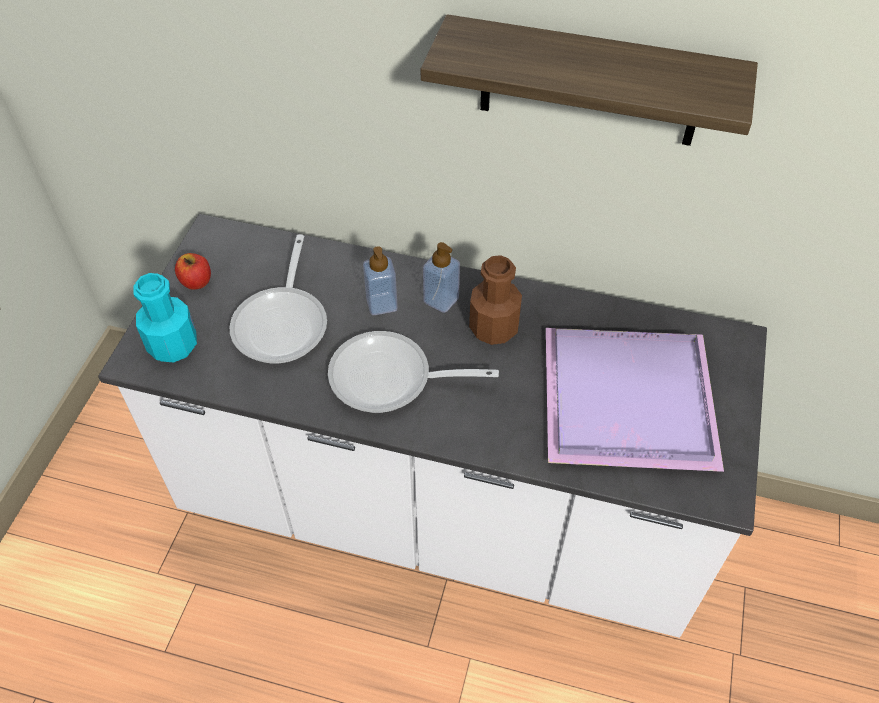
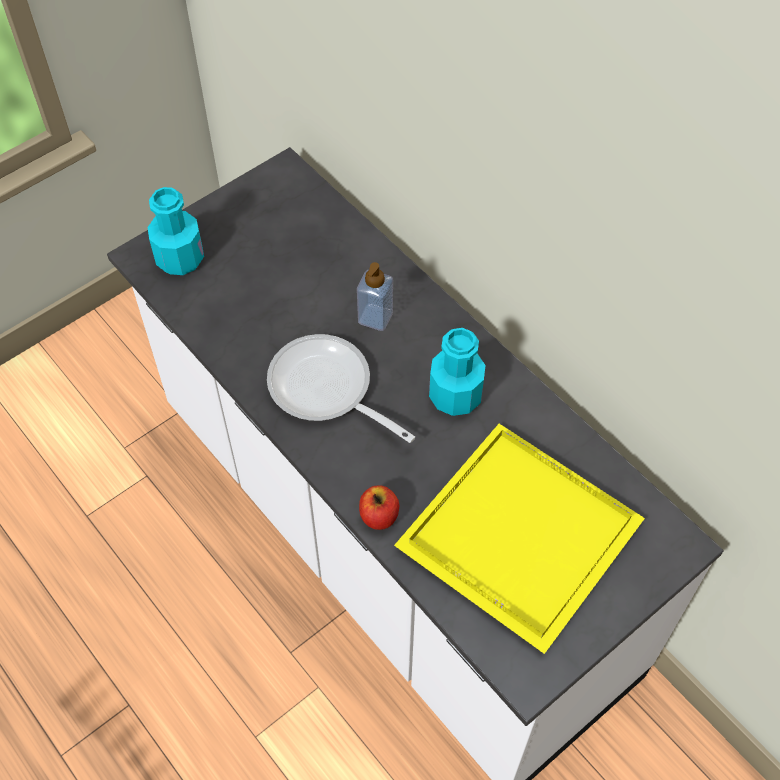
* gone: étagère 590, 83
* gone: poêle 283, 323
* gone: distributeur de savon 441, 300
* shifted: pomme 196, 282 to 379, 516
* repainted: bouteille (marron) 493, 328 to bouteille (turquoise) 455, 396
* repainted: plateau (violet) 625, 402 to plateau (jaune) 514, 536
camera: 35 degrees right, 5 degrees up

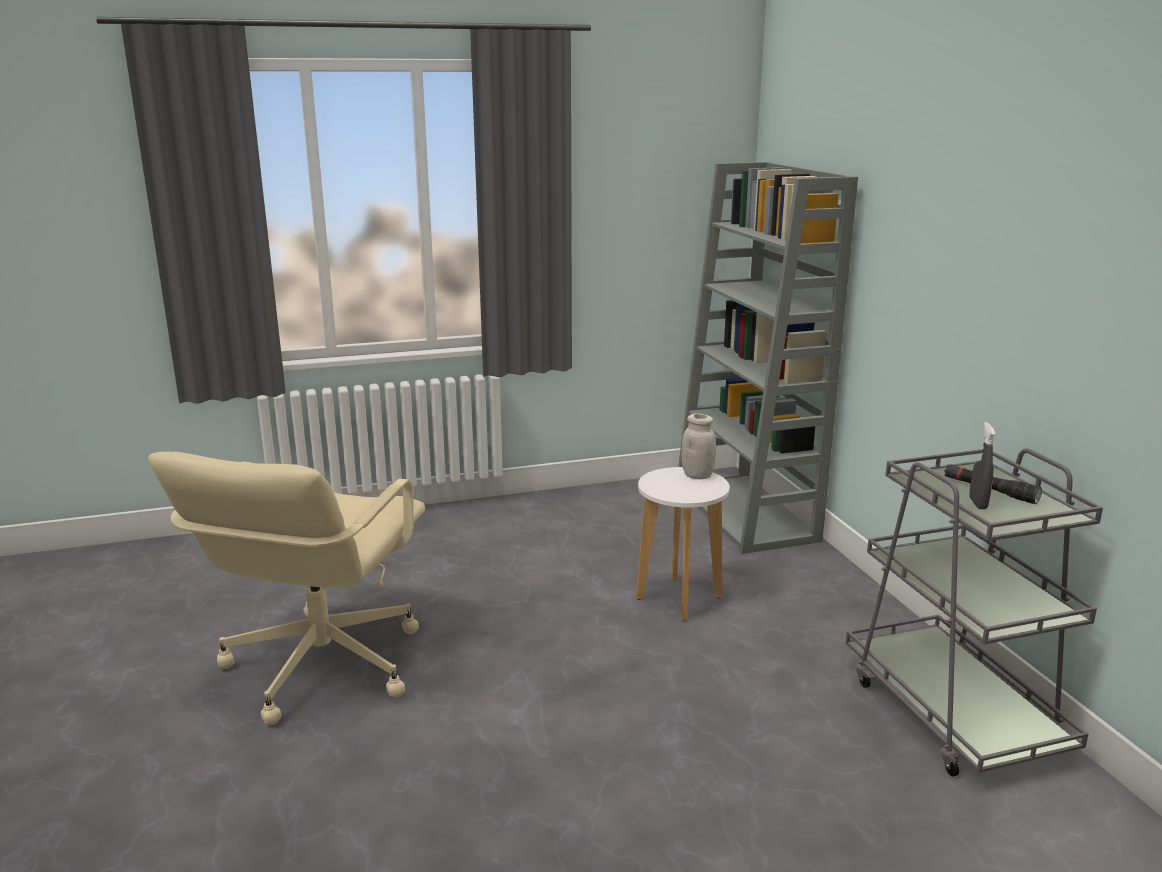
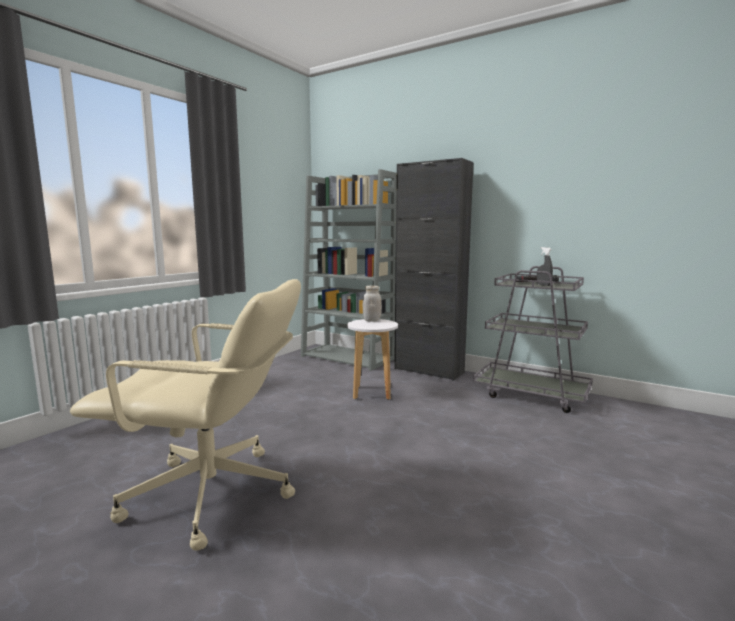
* rotated: chaise de bureau (beige) 320, 665 = 212, 495 60 degrees counterclockwise
* new: meuble de rangement (noir) 429, 370
camera: 40 degrees left, 10 degrees down

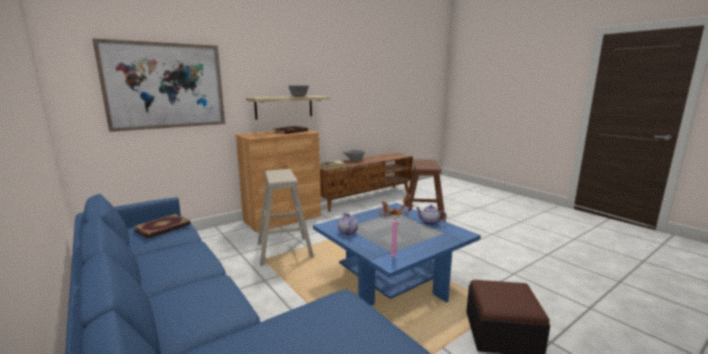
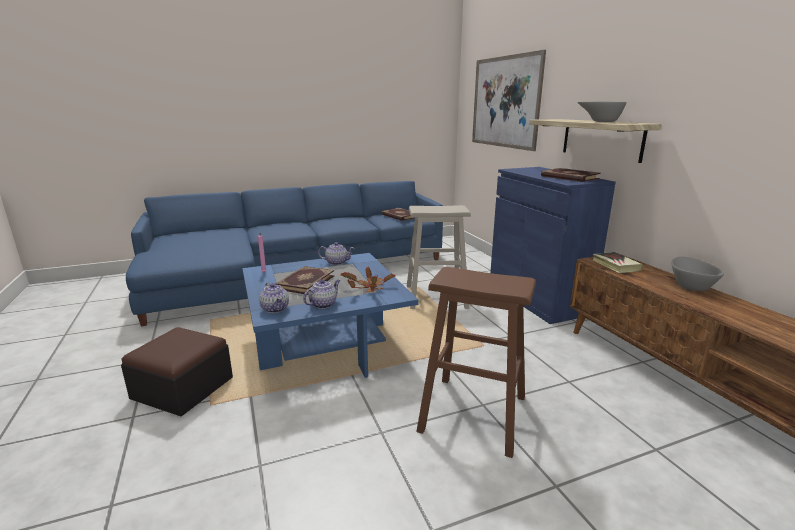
* repainted: meuble de rangement (marron) 282, 218 to meuble de rangement (bleu) 537, 298
* new: livre 304, 282
* new: théière 275, 309
camera: 105 degrees right, 5 degrees up

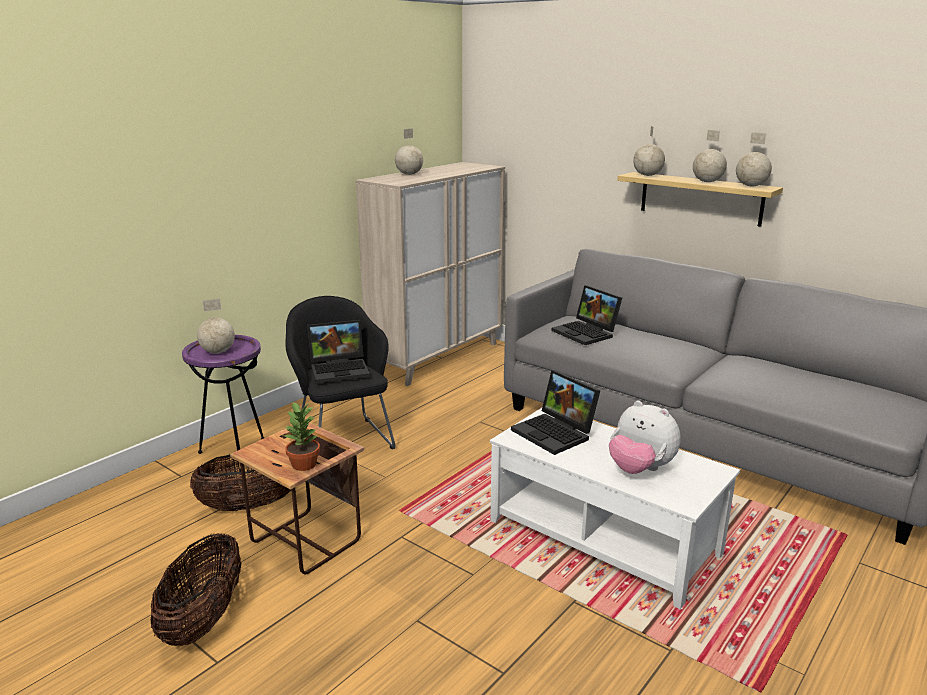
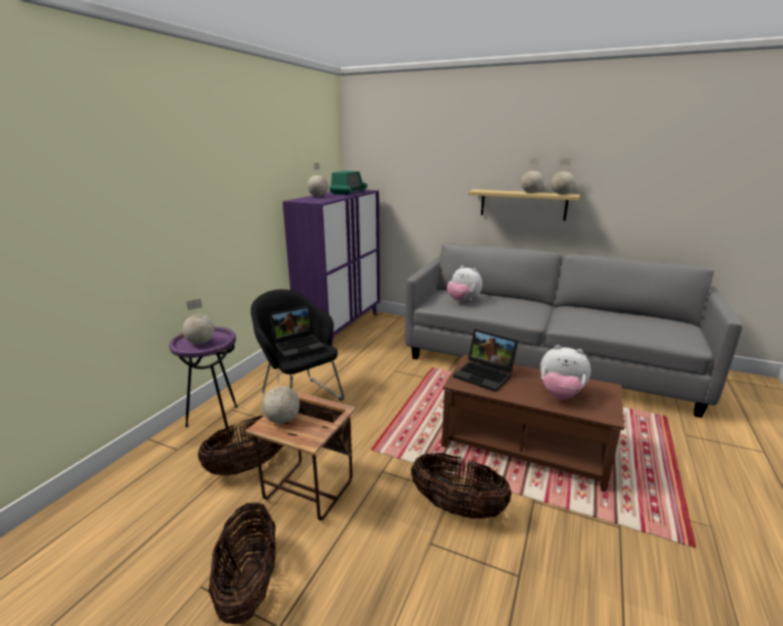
* shifted: globe 647, 175 to 283, 419
* repainted: meuble de rangement (beige) 437, 358 to meuble de rangement (violet) 341, 328
* swapped: ordinateur portable 587, 333 to peluche 463, 300
* gone: plante en pot 304, 465
* repainted: table basse (blanc) 604, 537 to table basse (marron) 524, 444
* new: radio 348, 192
* new: panier 457, 507
camera: 15 degrees left, 0 degrees up

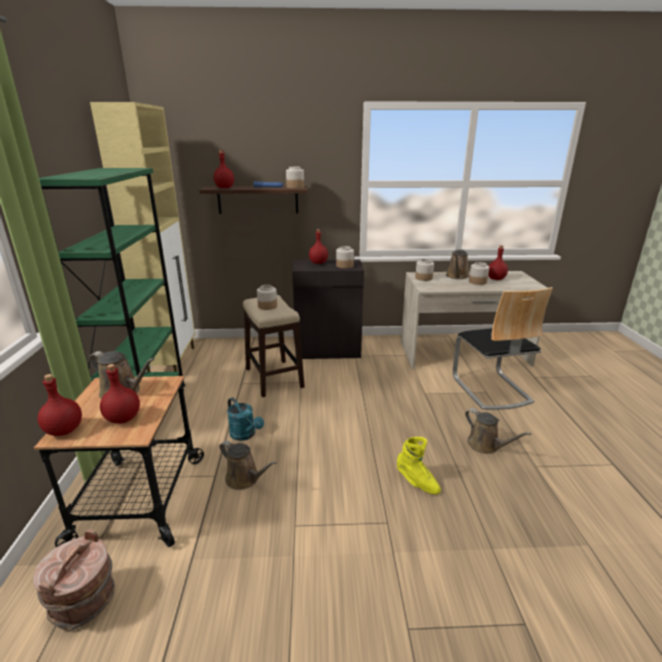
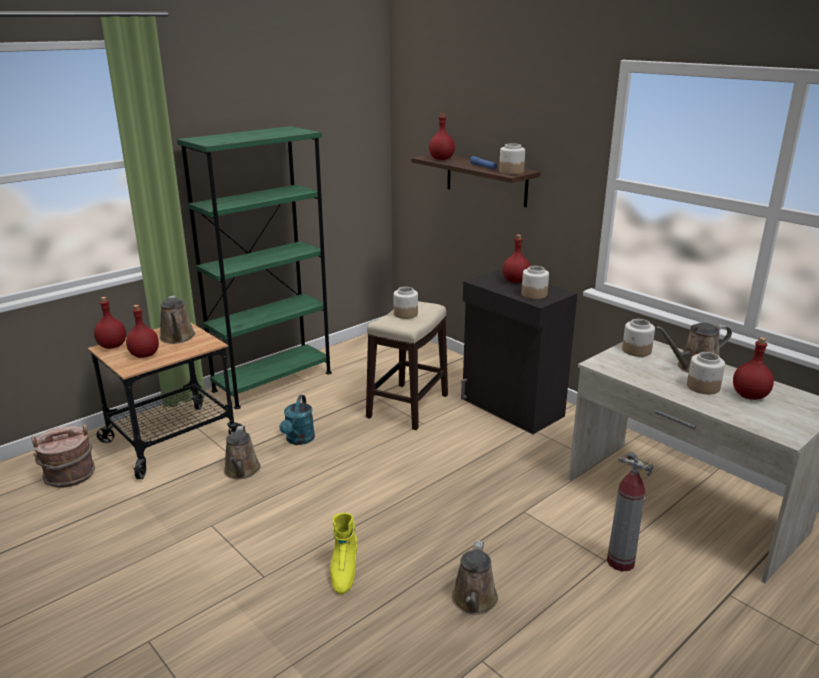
* gone: meuble de rangement (beige) 173, 362
* swapped: chaise 490, 389 to extincteur 620, 562
camera: 50 degrees right, 0 degrees up

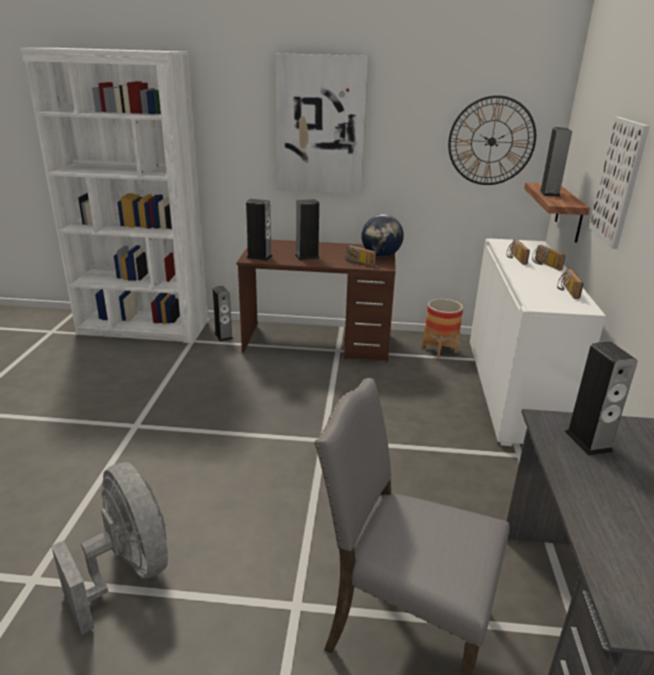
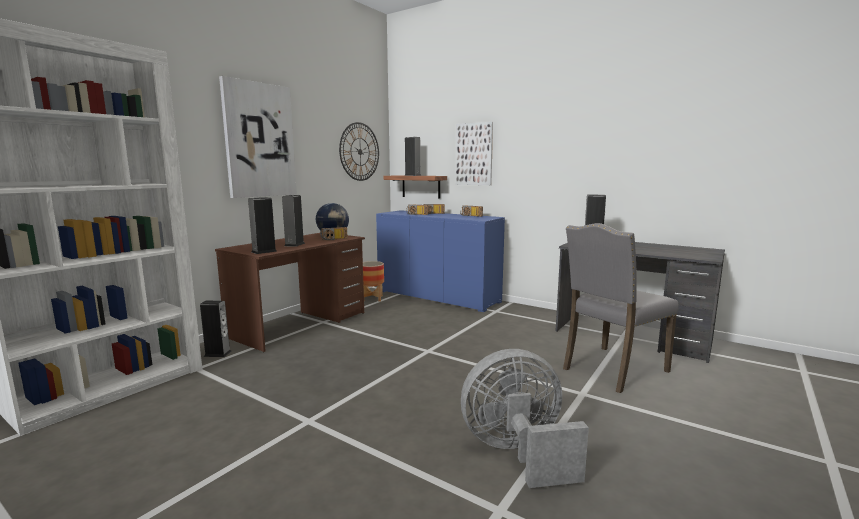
* repainted: meuble de rangement (blanc) 512, 389 to meuble de rangement (bleu) 437, 296
camera: 60 degrees left, 15 degrees down

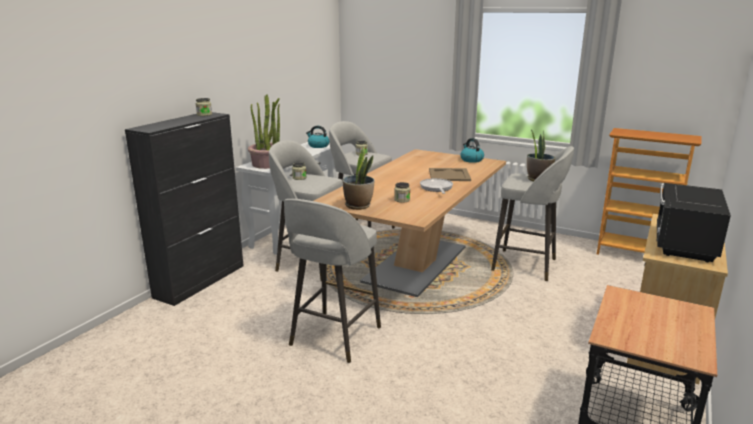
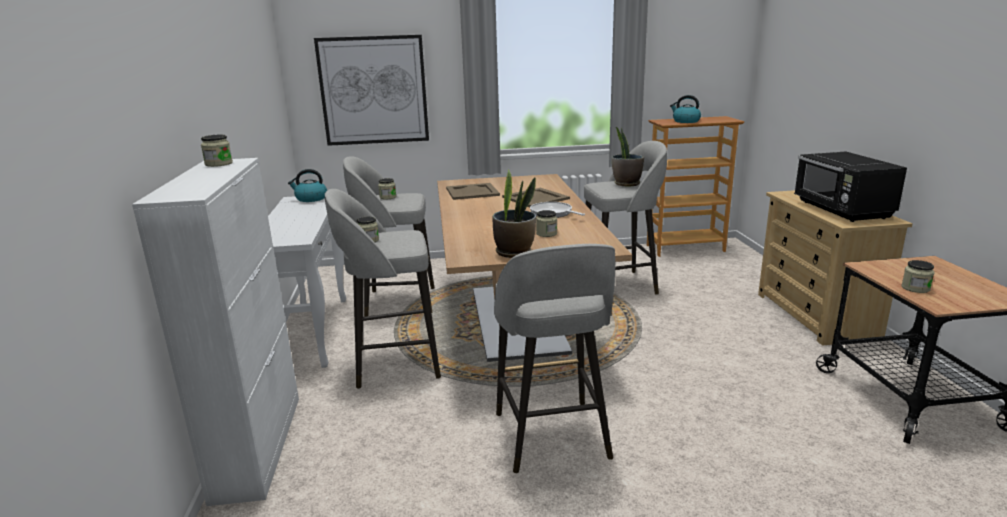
* gone: plante en pot 268, 164
* repainted: meuble de rangement (noir) 200, 281 to meuble de rangement (blanc) 259, 445
* shifted: bouilloire 471, 160 to 685, 121
* new: tableau 373, 90
* new: plateau (beige) 472, 192
* new: bocal 915, 288
camera: 35 degrees left, 0 degrees up

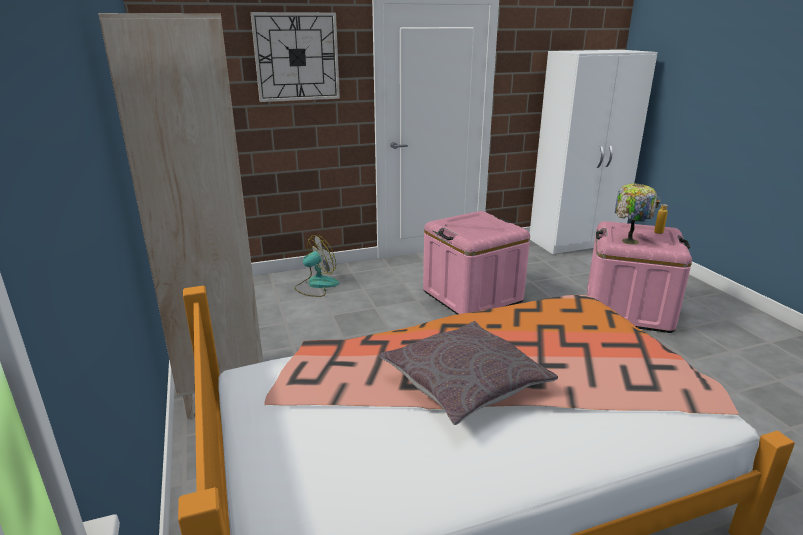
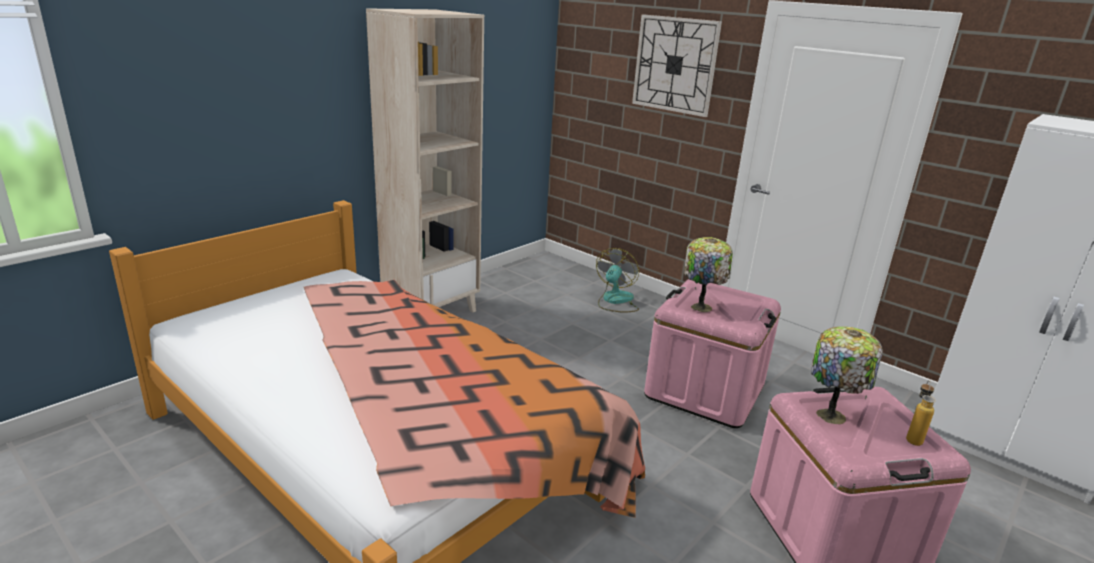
* rotated: ventilateur 316, 285 = 615, 301 90 degrees counterclockwise
* gone: coussin (gris) 465, 382
* new: lampe de table 701, 306
camera: 60 degrees right, 0 degrees up

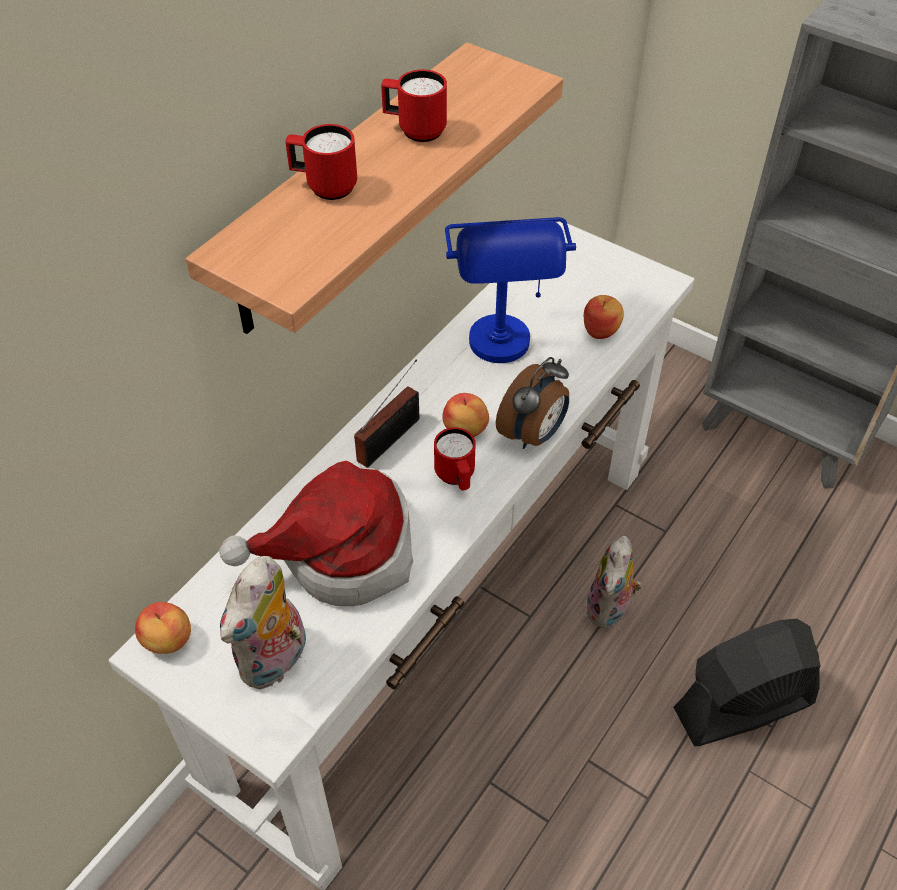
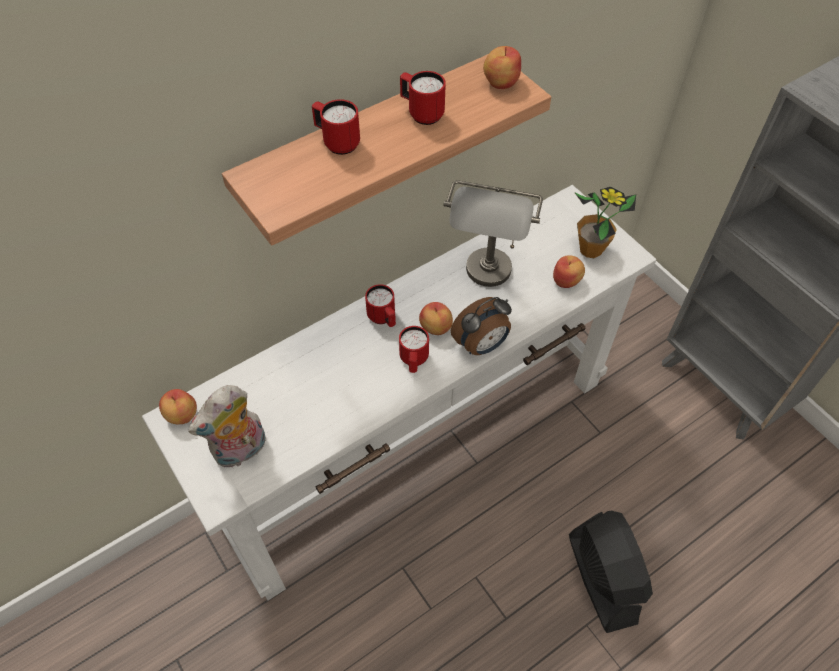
* repainted: lampe de table (bleu) 504, 357 to lampe de table (gris) 487, 281
* swapped: radio 392, 437 to mug (rouge) 383, 319
* gone: chapeau 340, 553
* gone: peluche 610, 609
* rotated: ventilateur (noir) 742, 706 = 601, 578 75 degrees clockwise
* new: pomme 500, 82
* new: plante en pot 590, 249
camera: 20 degrees right, 5 degrees up

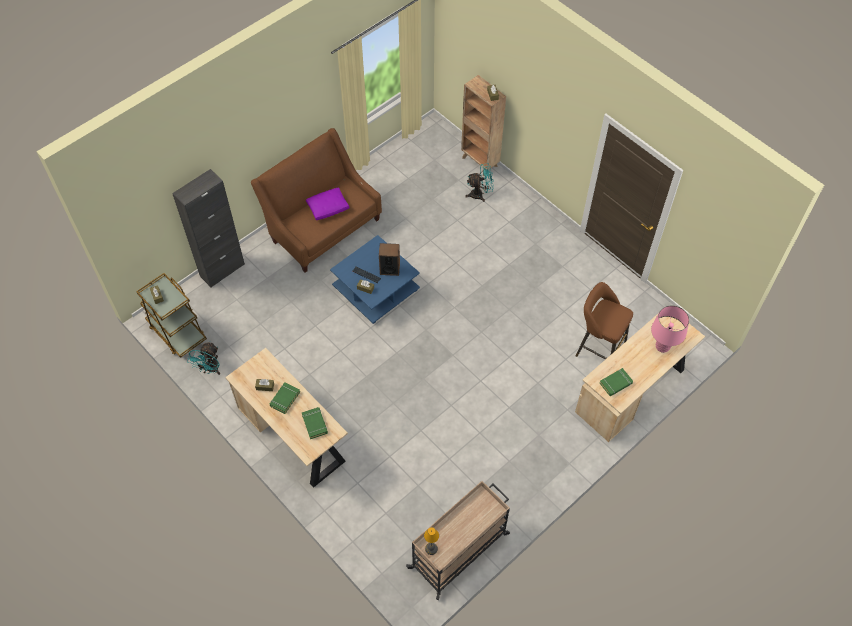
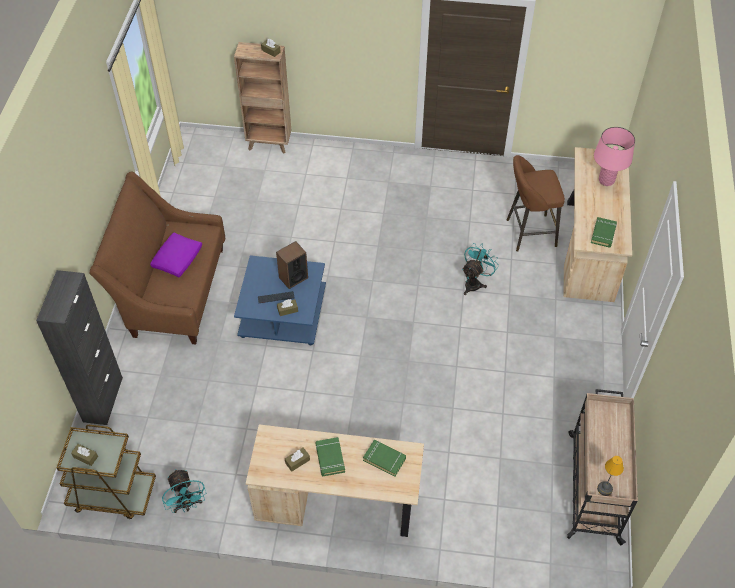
* shifted: ventilateur (turquoise) 480, 194 to 475, 282
camera: 40 degrees left, 5 degrees down

